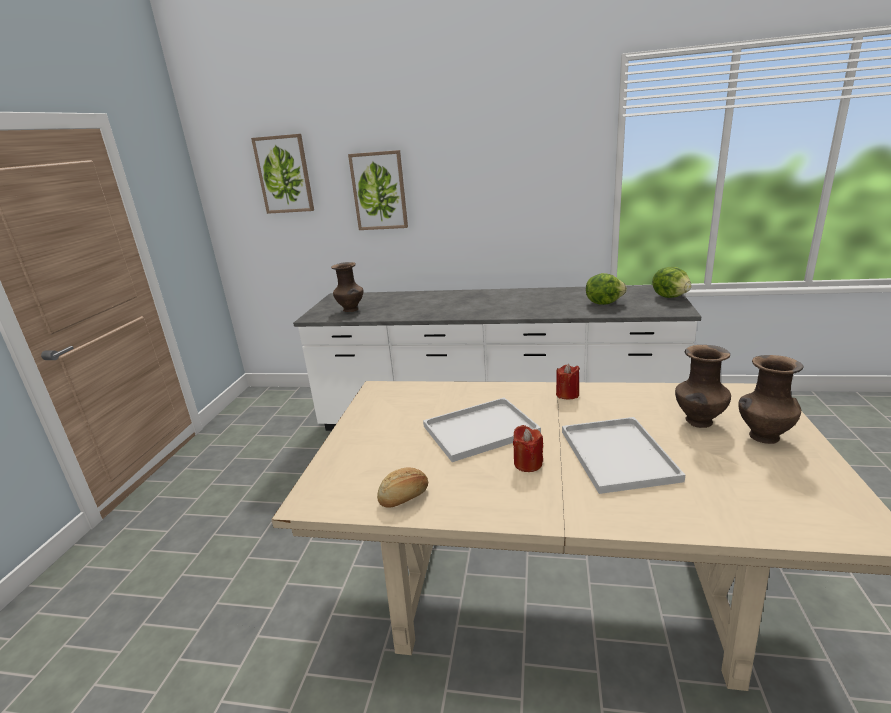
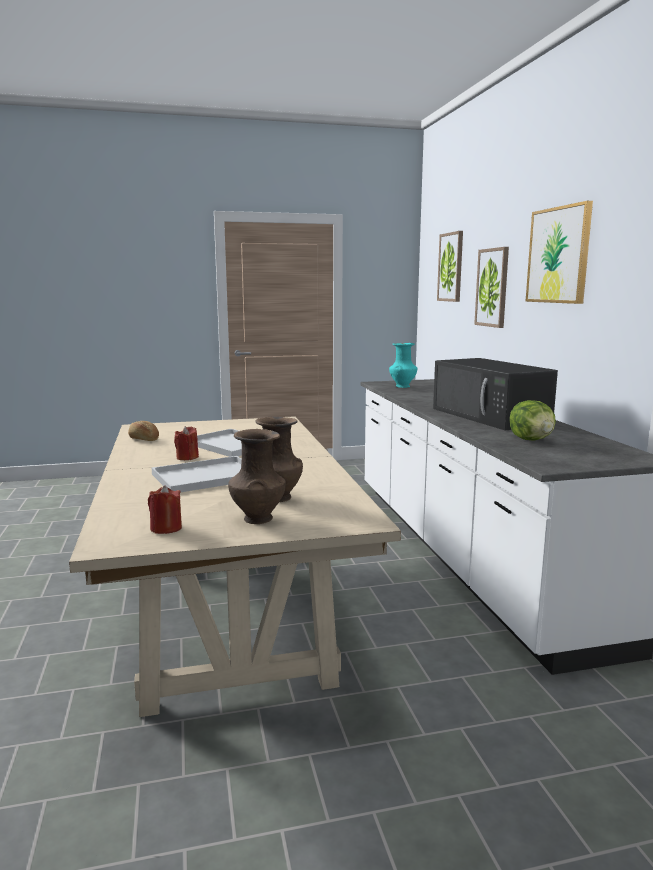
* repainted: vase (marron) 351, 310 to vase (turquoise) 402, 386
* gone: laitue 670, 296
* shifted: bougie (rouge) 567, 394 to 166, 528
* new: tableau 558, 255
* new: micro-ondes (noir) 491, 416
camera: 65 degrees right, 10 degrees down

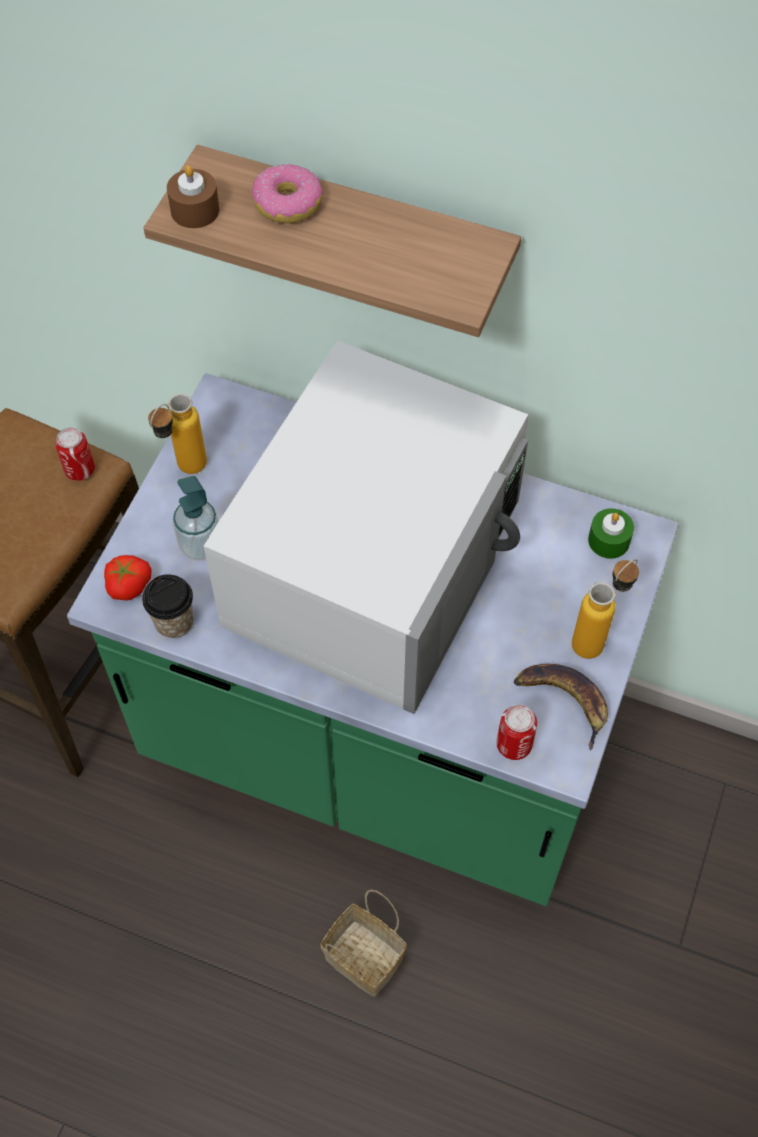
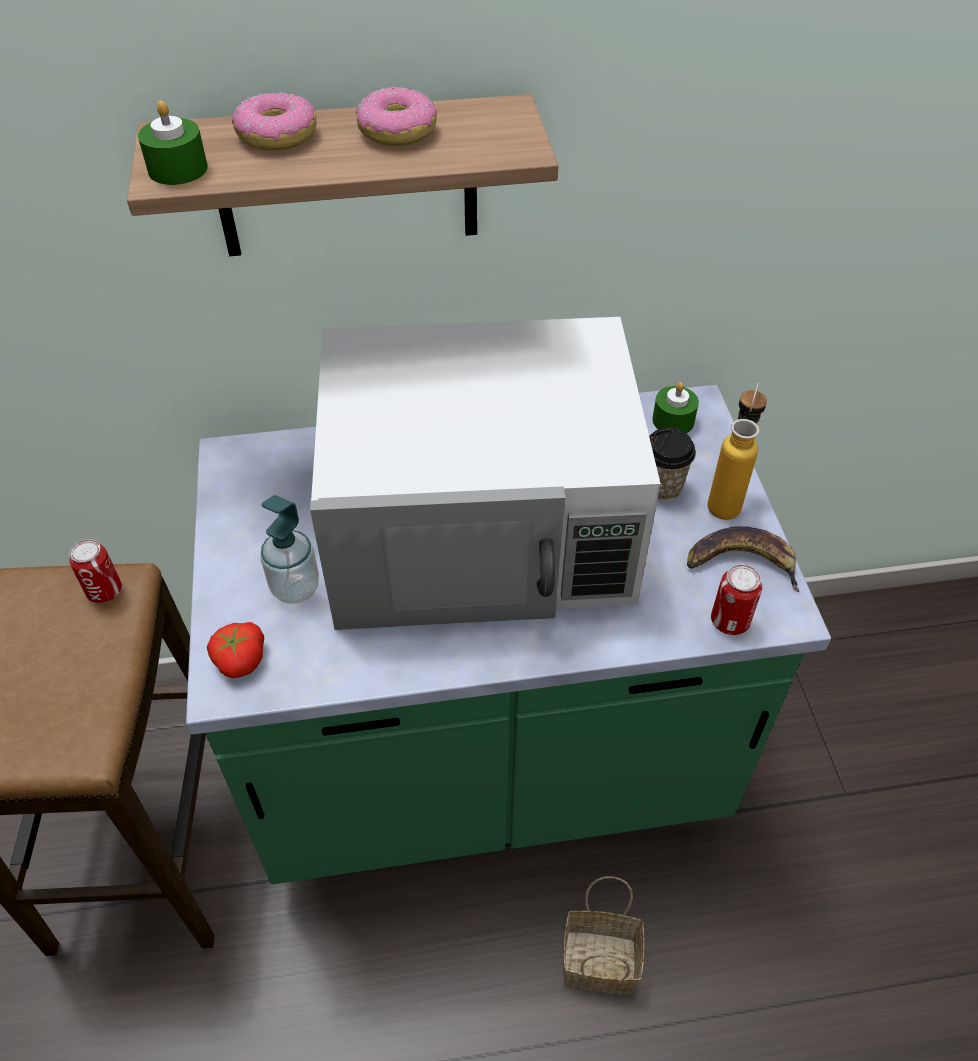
* repainted: bougie (marron) 195, 210 to bougie (vert) 178, 169
* rotated: micro-ondes (blanc) 375, 563 = 483, 526 90 degrees clockwise
* gone: bouteille 184, 471
* shifted: tasse 174, 622 to 662, 488
* new: beignet 398, 131
camera: 30 degrees left, 10 degrees down

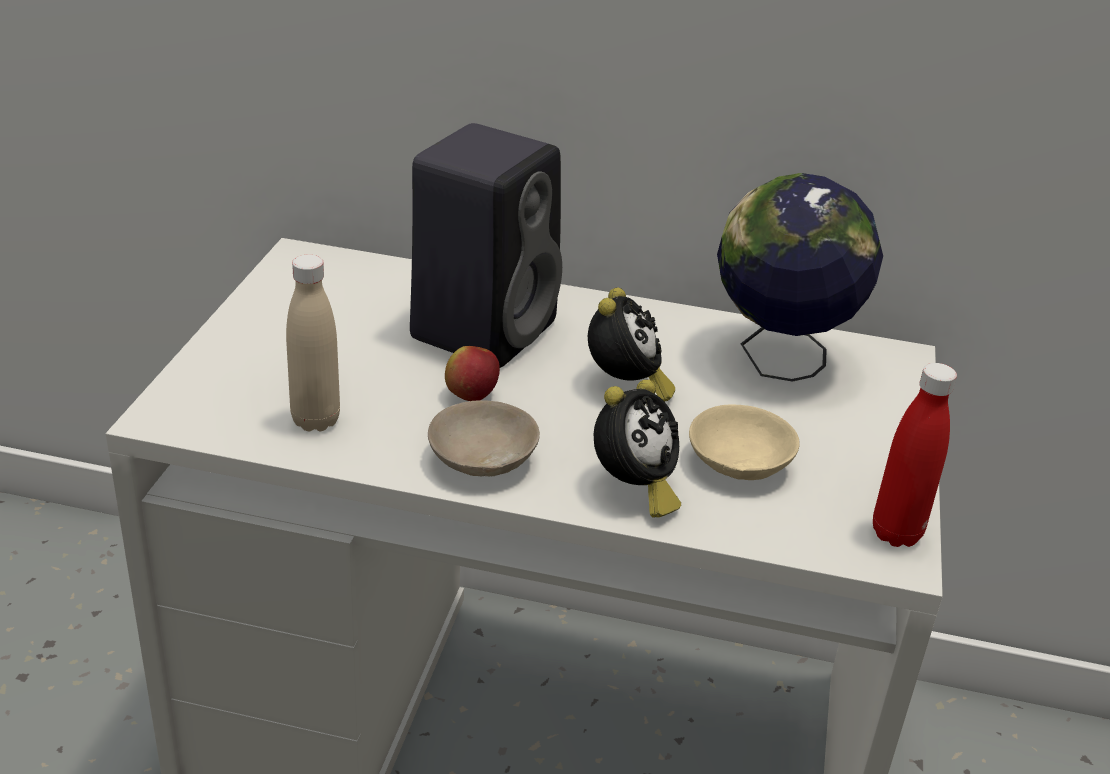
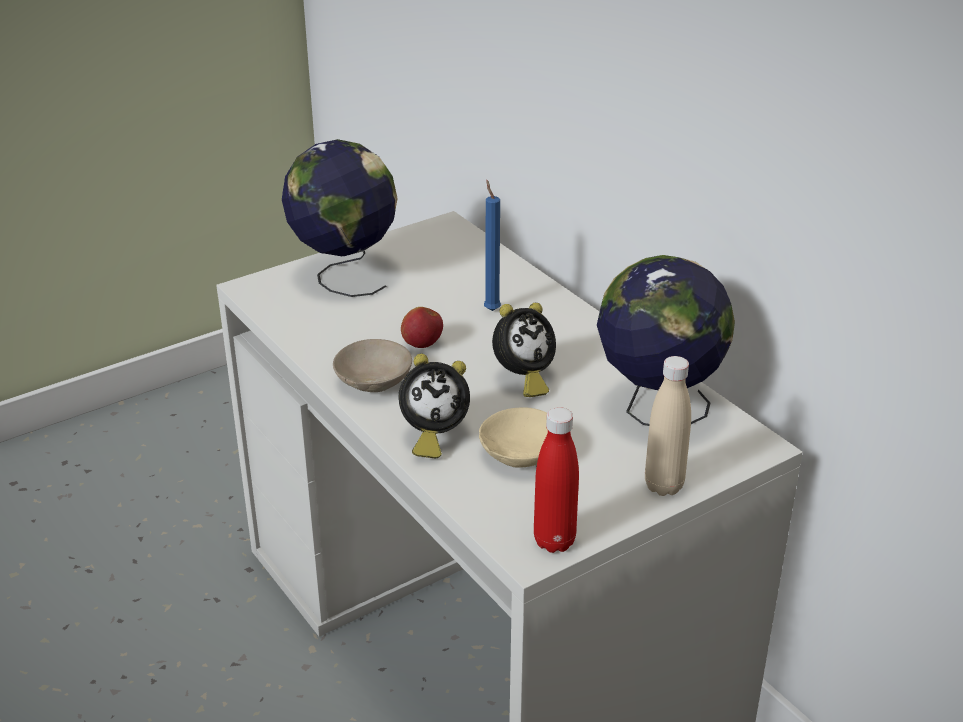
* swapped: enceinte (noir) 485, 328 to bougie (bleu) 491, 309
* shifted: bouteille (beige) 315, 420 to 663, 485
* new: globe 344, 275
camera: 45 degrees right, 0 degrees up

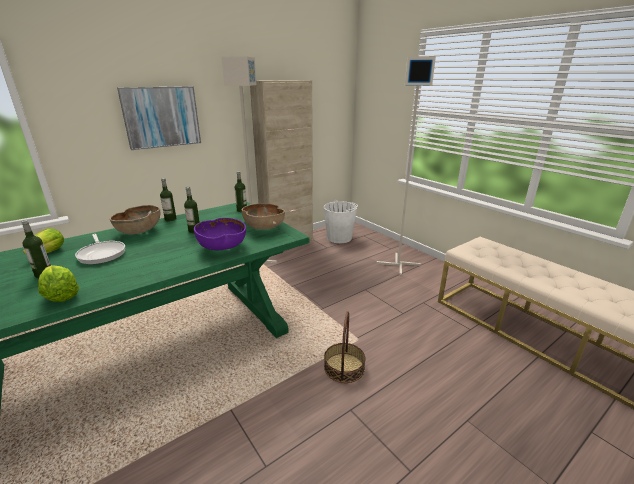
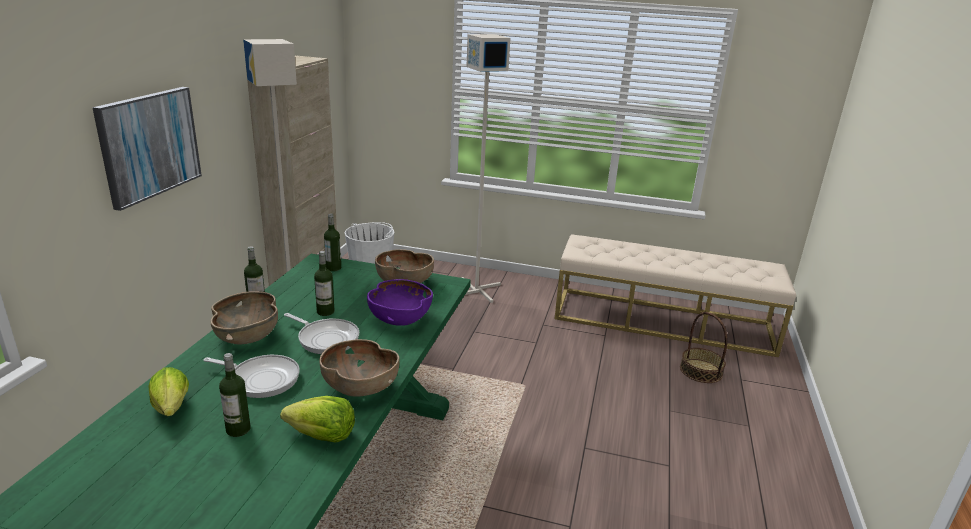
* shifted: panier 344, 367 to 701, 371
* new: poêle 326, 338
* new: bol (marron) 359, 387
camera: 40 degrees left, 0 degrees up

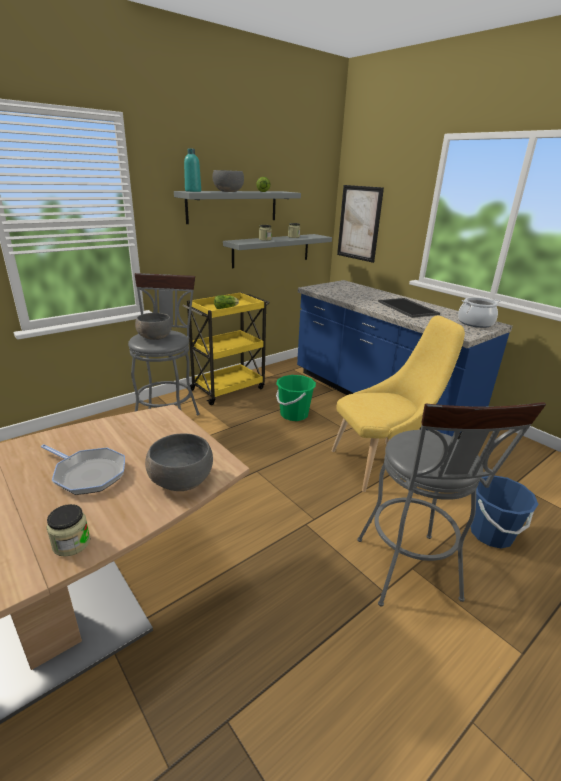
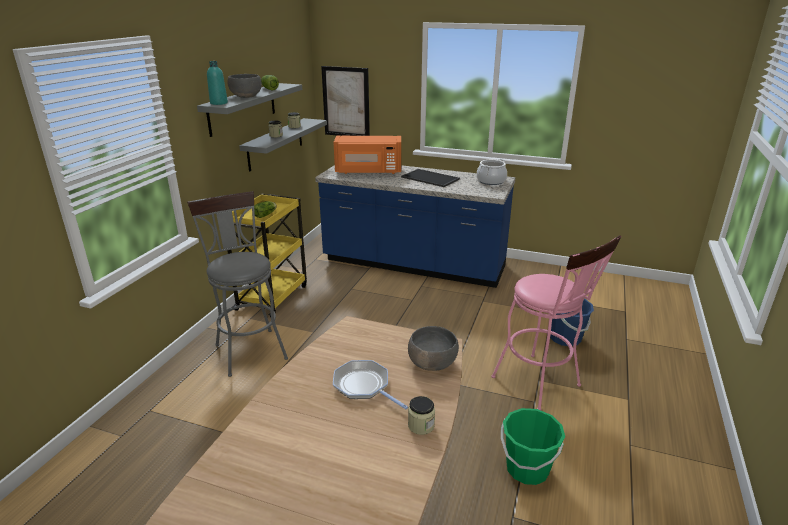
* gone: bol (gris) 154, 337
* gone: chaise (jaune) 381, 463
* shifted: seau (vert) 294, 414 to 527, 469
* repainted: tabouret (gris) 410, 575 to tabouret (rose) 541, 385
* rotated: poêle 88, 474 = 364, 386 135 degrees counterclockwise
* new: micro-ondes (orange) 368, 171
camera: 30 degrees left, 0 degrees up

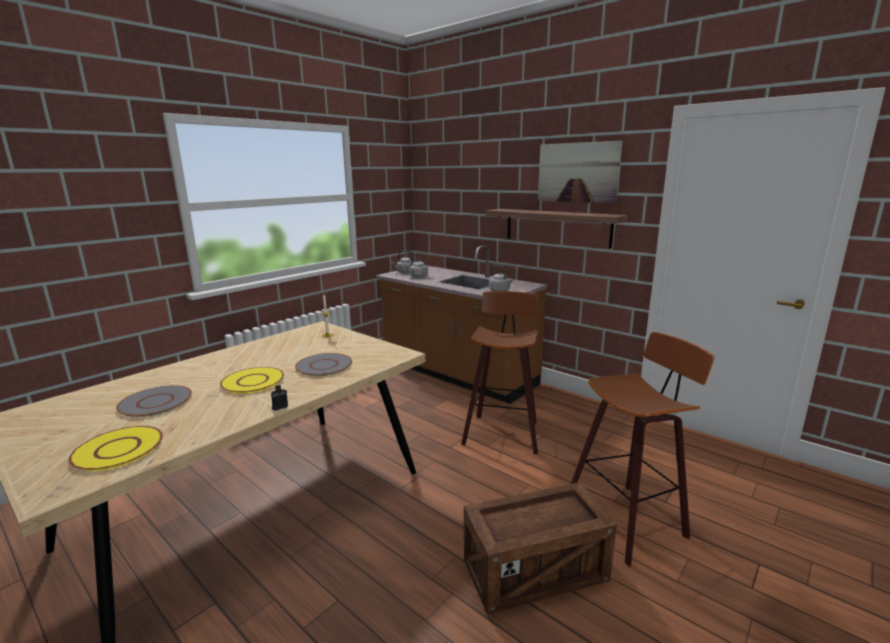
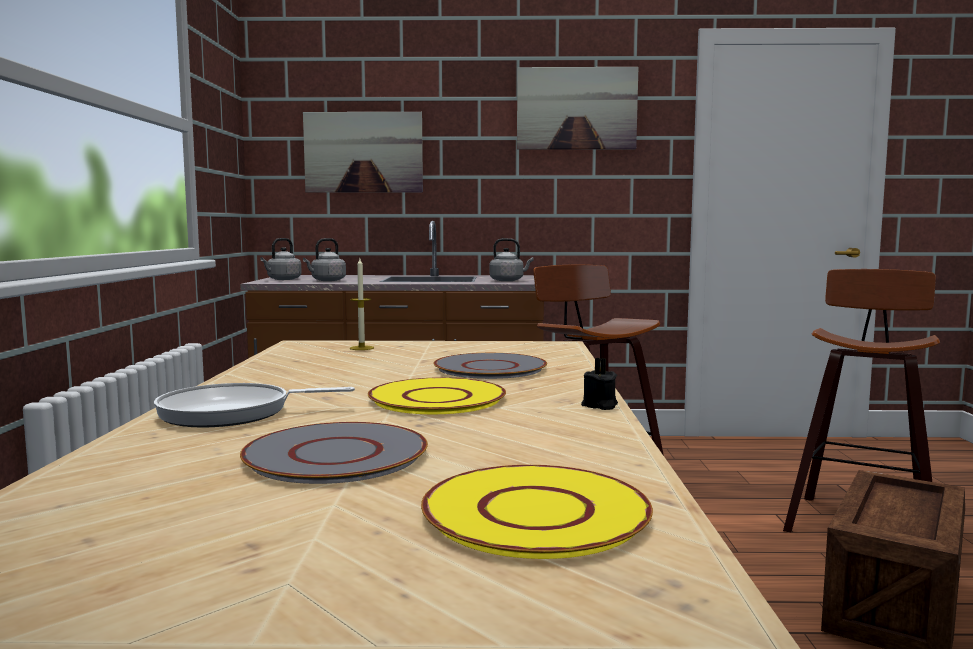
* gone: étagère 556, 227
* new: tableau 363, 152
* new: poêle 233, 413
camera: 40 degrees left, 10 degrees down

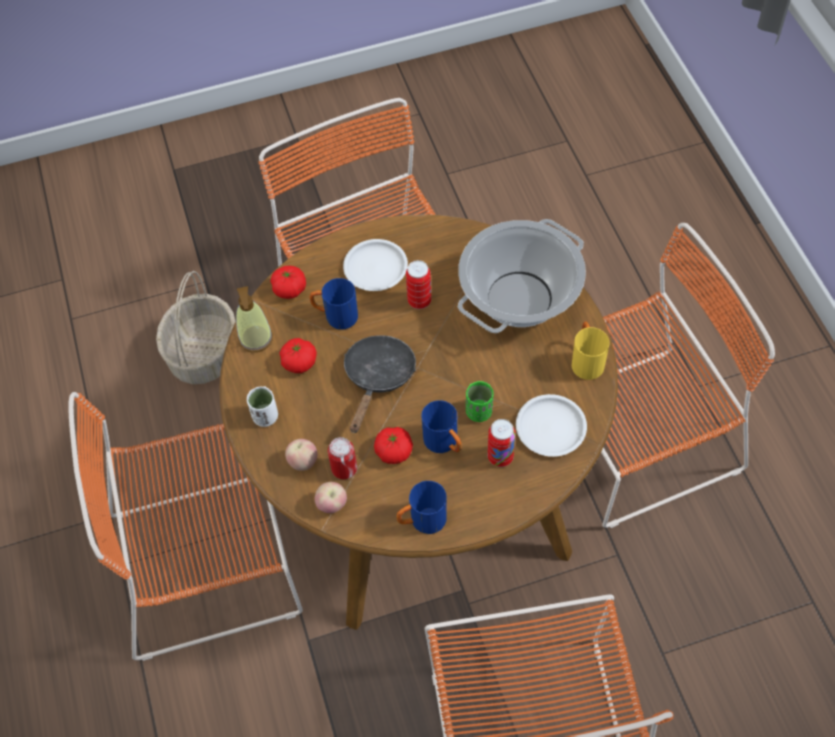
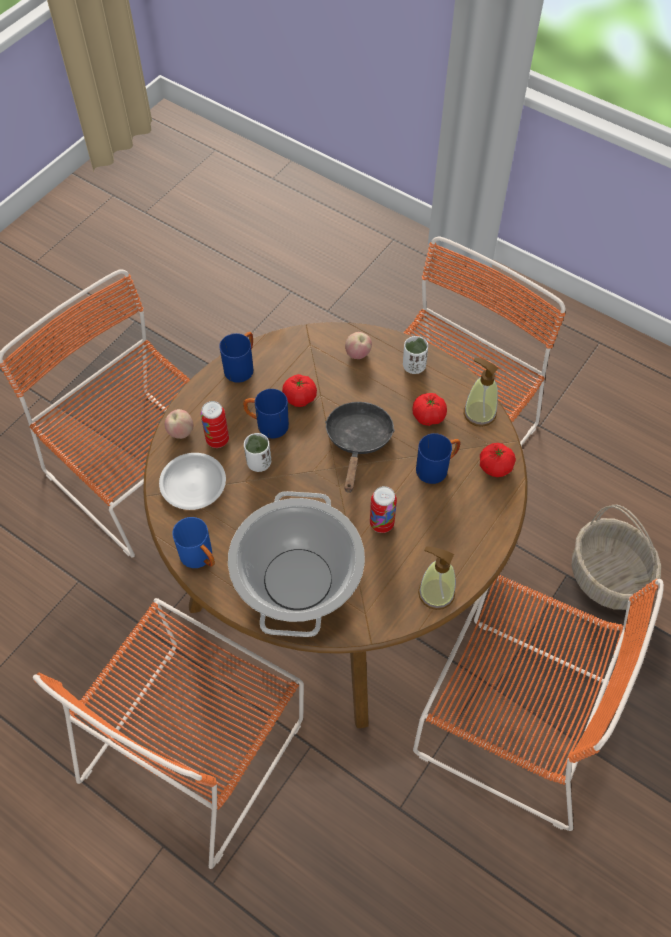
* gone: assiette (blanc) 376, 268
* repainted: mug (jaune) 586, 360 to mug (bleu) 200, 558
* rotated: poêle (noir) 378, 378 = 358, 441 150 degrees counterclockwise
* repainted: tasse (vert) 479, 412 to tasse (blanc) 259, 463
* gone: boîte métallique 344, 468
* shifted: pomme 332, 504 to 181, 432
* new: distributeur de savon 436, 593
camera: 140 degrees right, 0 degrees up

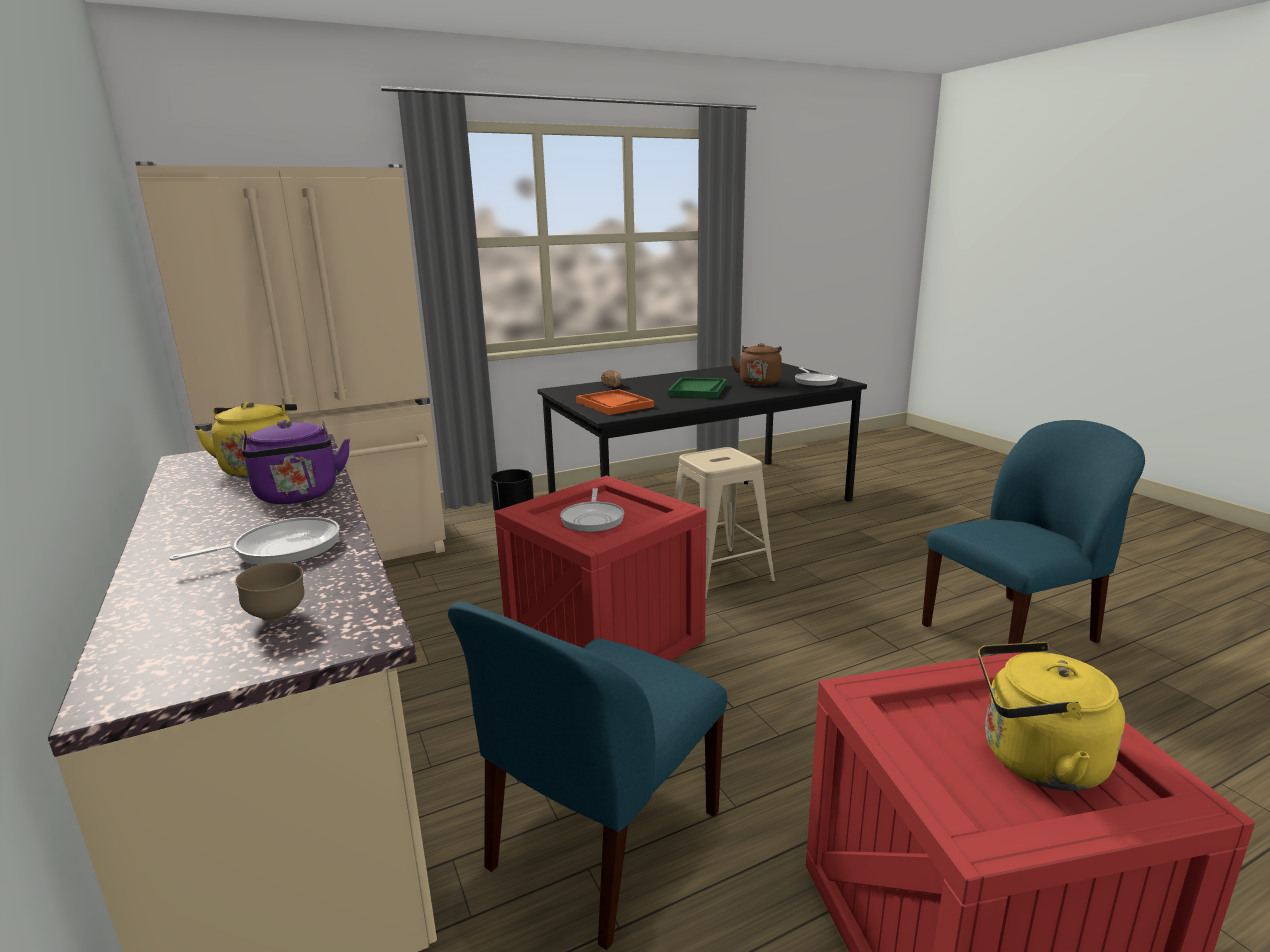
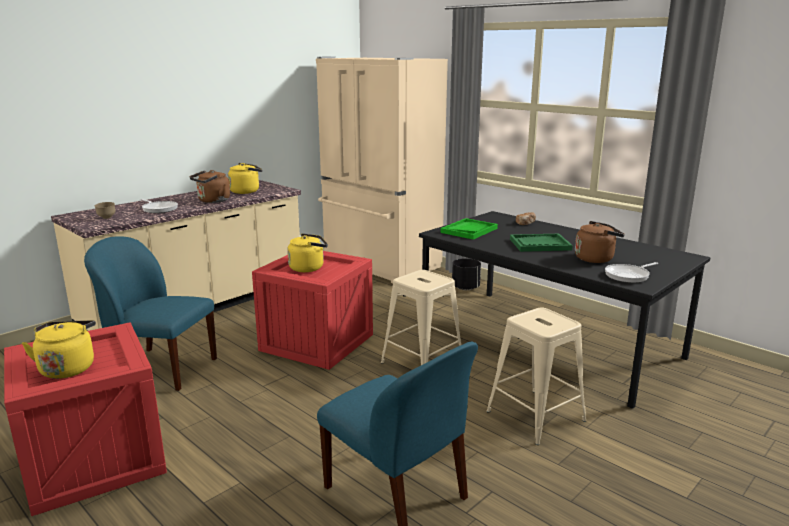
* repainted: plateau (orange) 614, 404 to plateau (vert) 469, 230
* repainted: bouilloire (violet) 299, 496 to bouilloire (marron) 212, 201
* swapped: poêle 593, 519 to bouilloire (jaune) 308, 268
* new: tabouret (beige) 536, 416
camera: 70 degrees right, 0 degrees up

